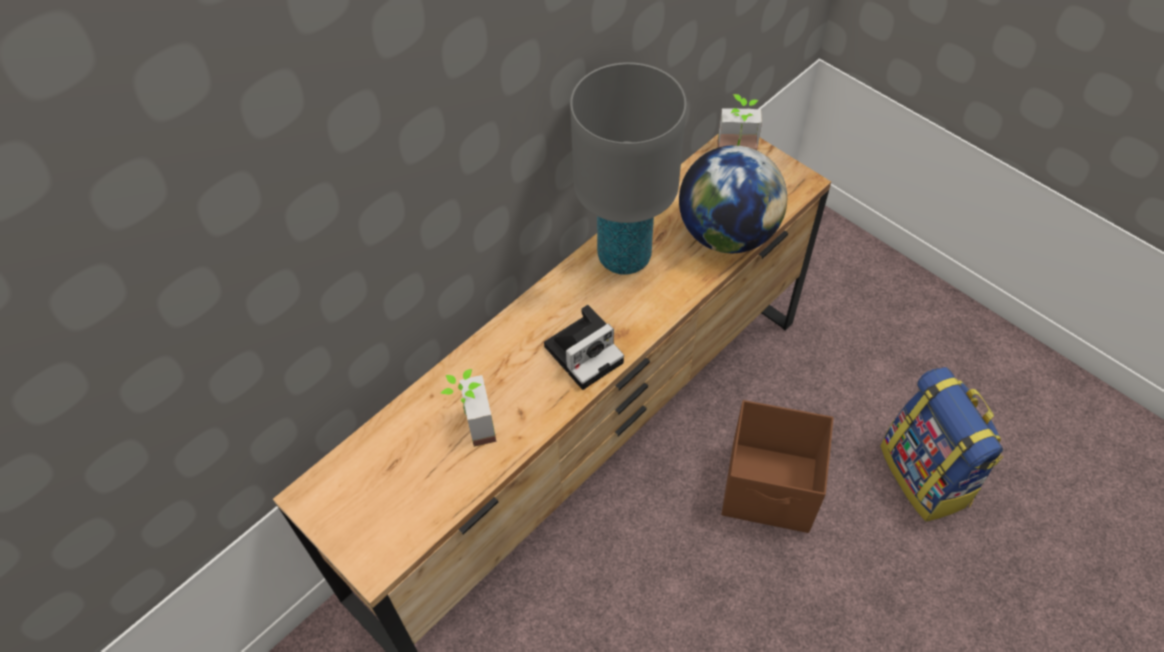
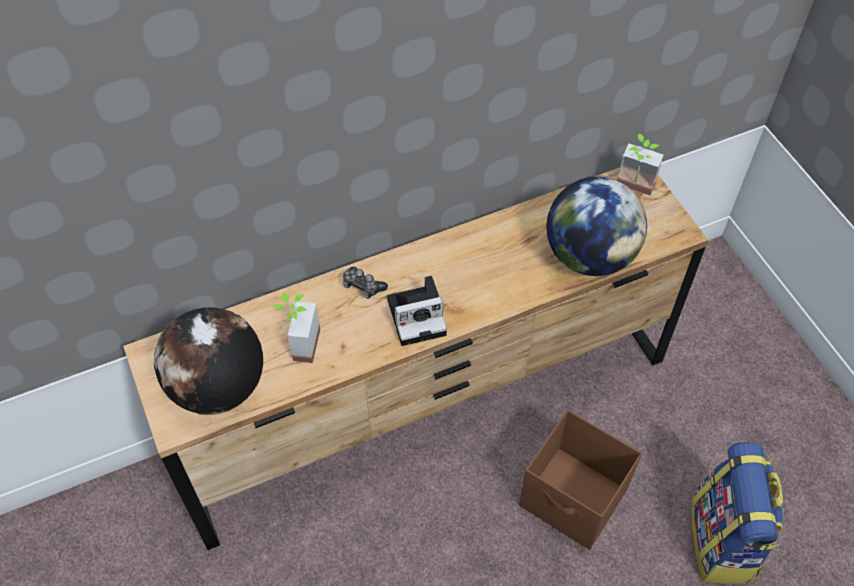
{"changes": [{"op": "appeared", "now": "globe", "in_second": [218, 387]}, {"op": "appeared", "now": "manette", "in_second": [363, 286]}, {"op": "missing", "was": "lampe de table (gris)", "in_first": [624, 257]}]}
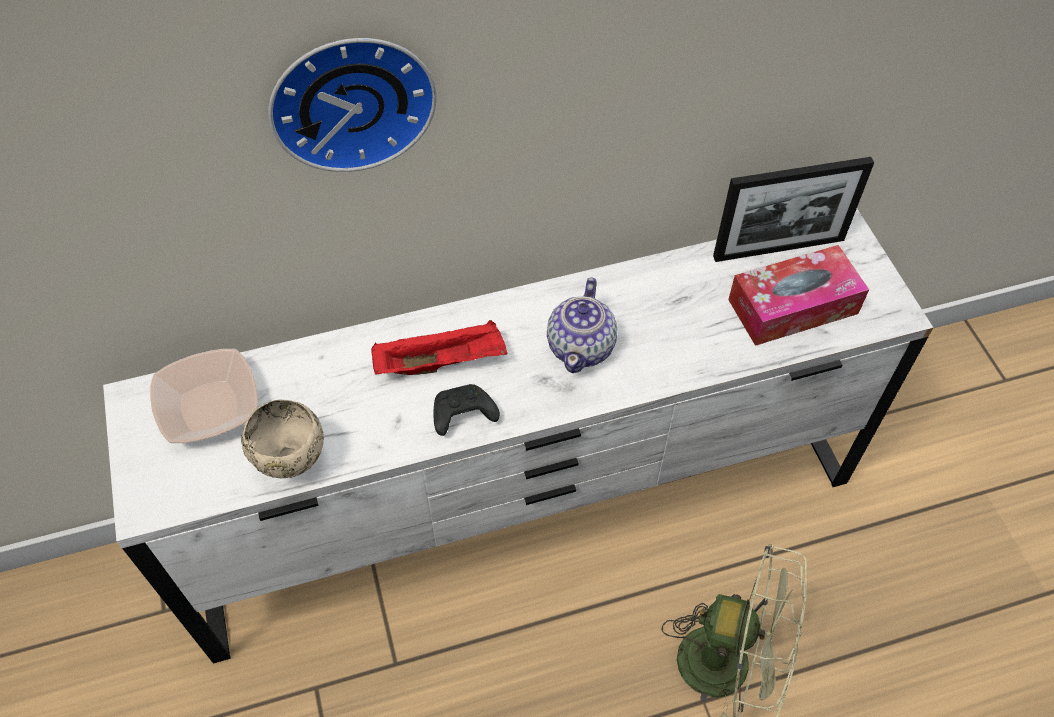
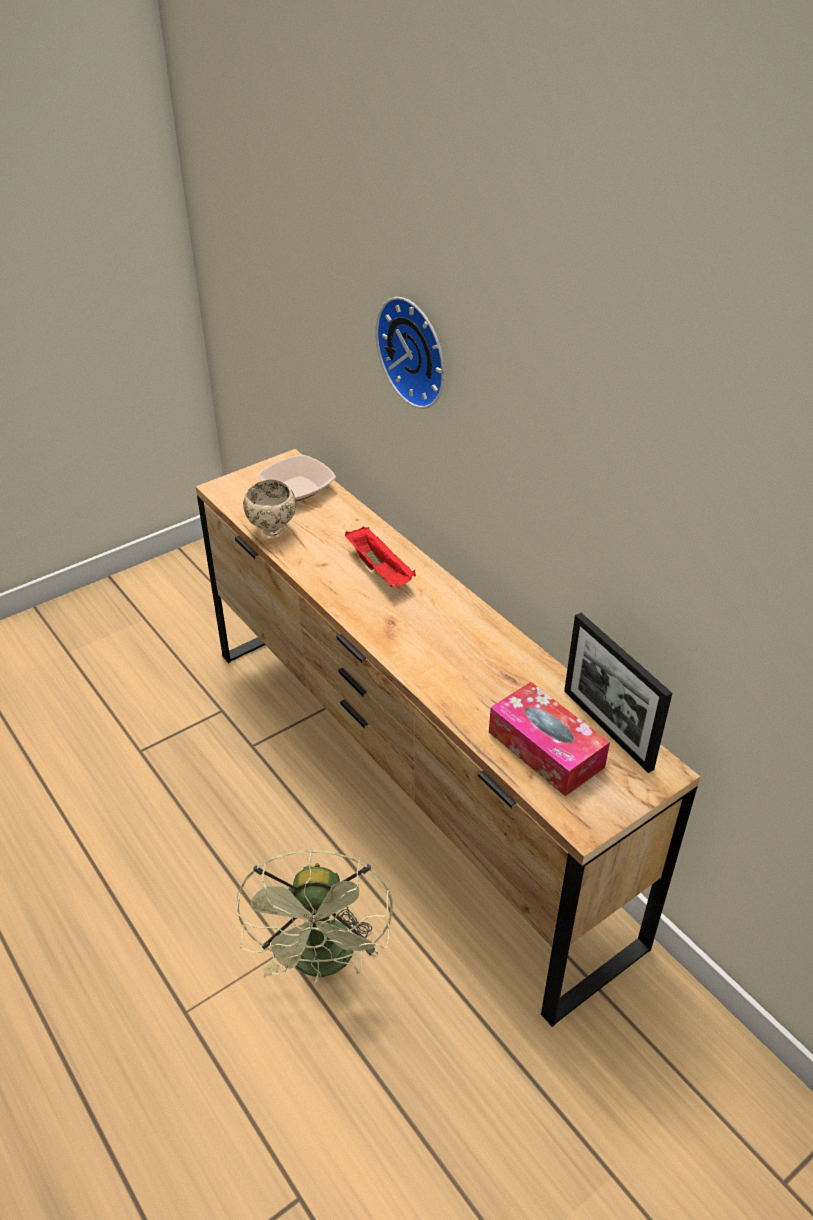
{"changes": [{"op": "colour", "was": "commode (blanc)", "now": "commode (marron)", "in_first": [526, 509], "in_second": [407, 784]}, {"op": "missing", "was": "manette (noir)", "in_first": [462, 415]}, {"op": "missing", "was": "théière", "in_first": [582, 346]}]}
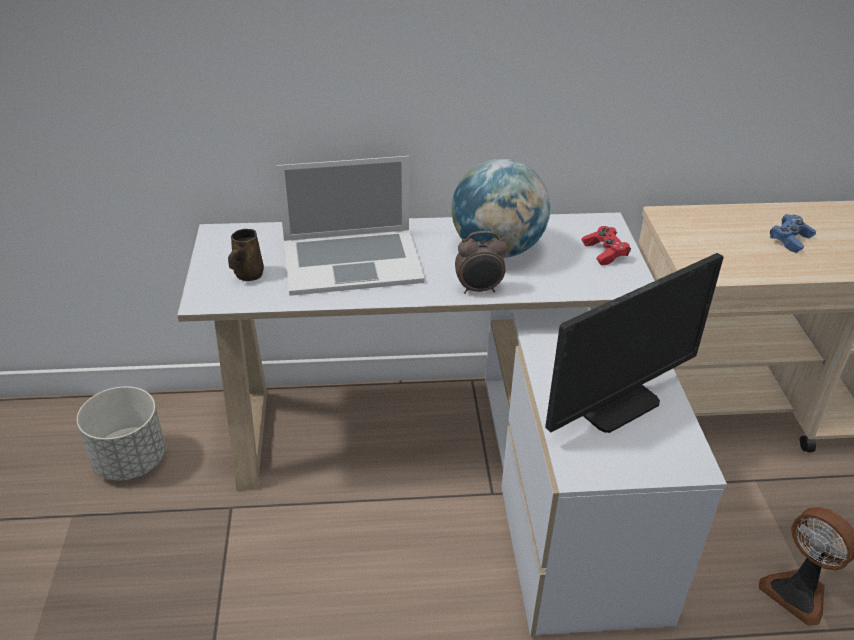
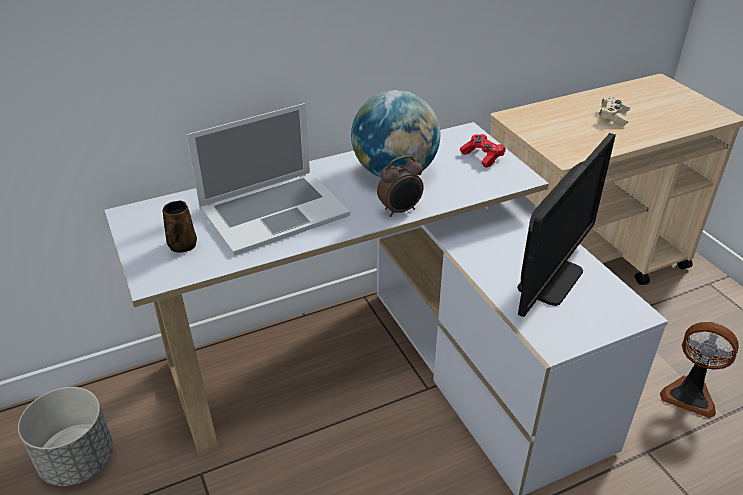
{"changes": [{"op": "colour", "was": "manette (bleu)", "now": "manette (beige)", "in_first": [790, 240], "in_second": [613, 117]}]}
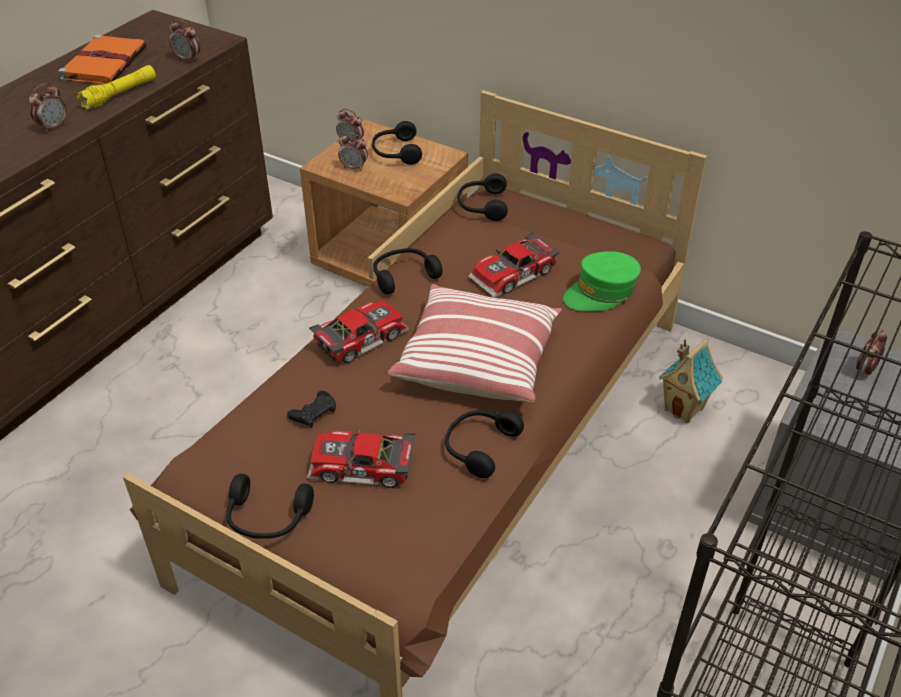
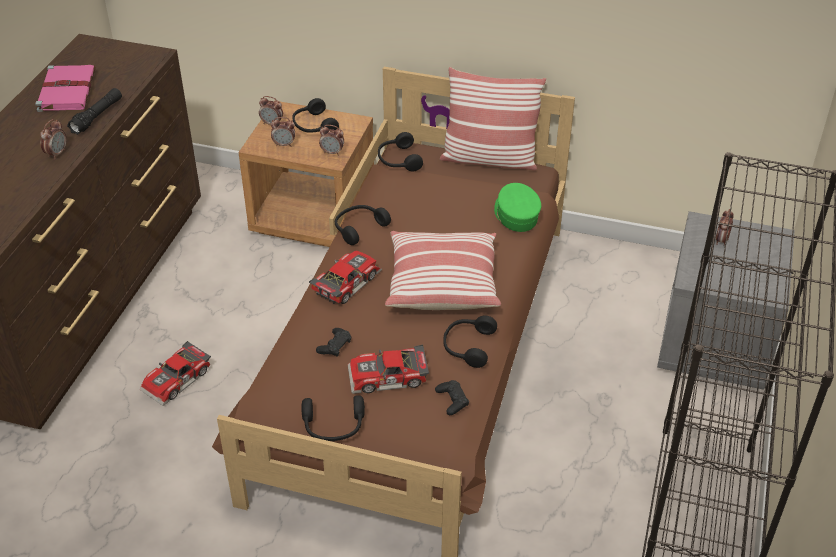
{"changes": [{"op": "colour", "was": "livre (orange)", "now": "livre (rose)", "in_first": [105, 63], "in_second": [67, 90]}, {"op": "colour", "was": "lampe de poche (jaune)", "now": "lampe de poche (noir)", "in_first": [120, 94], "in_second": [97, 117]}, {"op": "relocated", "was": "petite voiture", "in_first": [514, 275], "in_second": [178, 380]}, {"op": "relocated", "was": "réveil", "in_first": [188, 59], "in_second": [332, 152]}, {"op": "appeared", "now": "manette (noir)", "in_second": [452, 400]}, {"op": "appeared", "now": "coussin", "in_second": [489, 159]}, {"op": "spun", "was": "casquette (vert)", "in_first": [601, 292], "in_second": [515, 215], "clockwise": 120}, {"op": "missing", "was": "maison miniature", "in_first": [684, 409]}]}
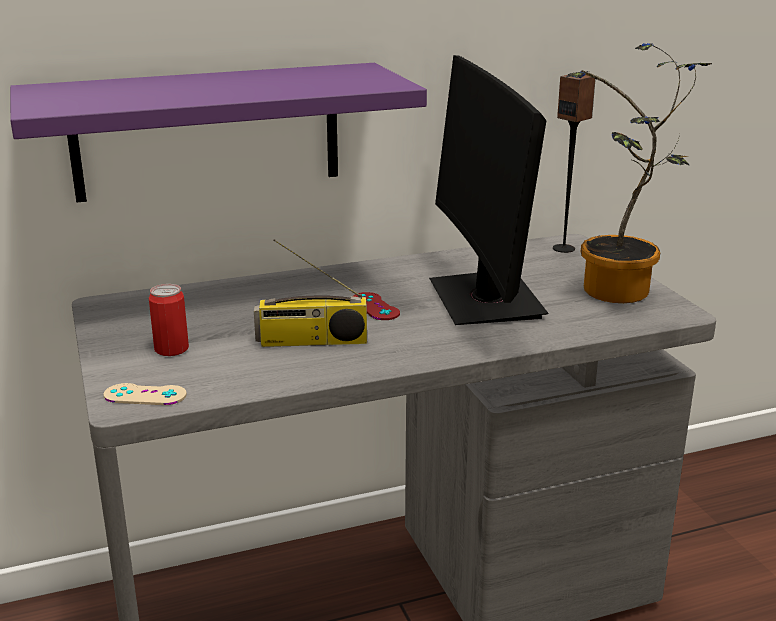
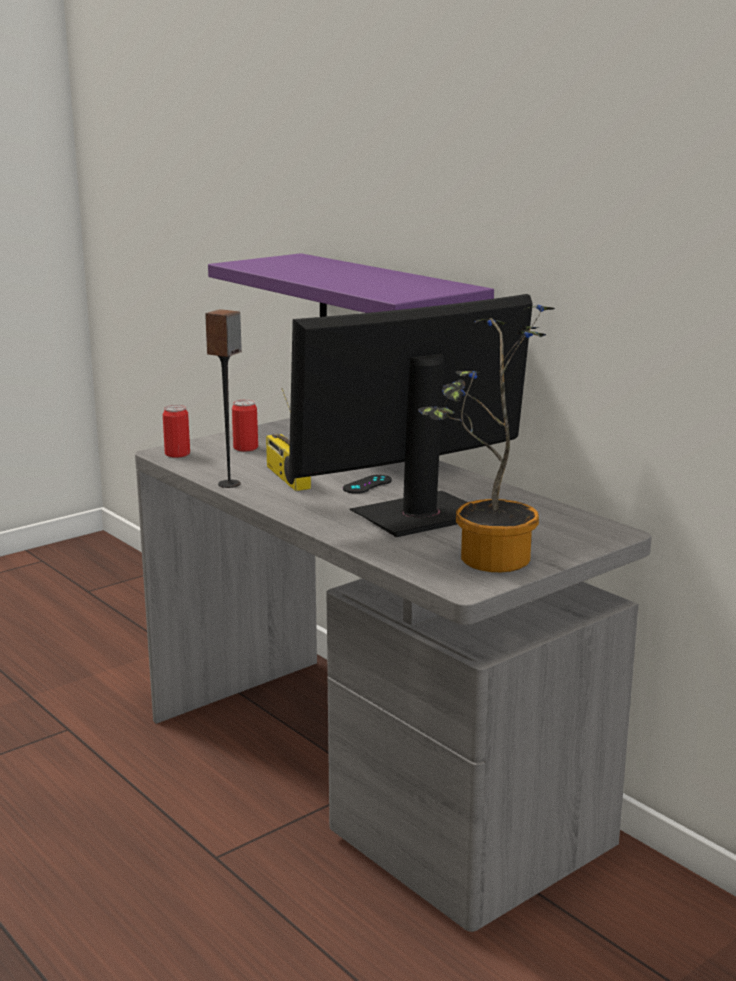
{"changes": [{"op": "exchanged", "was": "manette (beige)", "now": "boîte métallique", "in_first": [145, 395], "in_second": [177, 454]}, {"op": "relocated", "was": "enceinte", "in_first": [564, 248], "in_second": [229, 484]}, {"op": "colour", "was": "manette (rouge)", "now": "manette (noir)", "in_first": [375, 306], "in_second": [367, 485]}]}
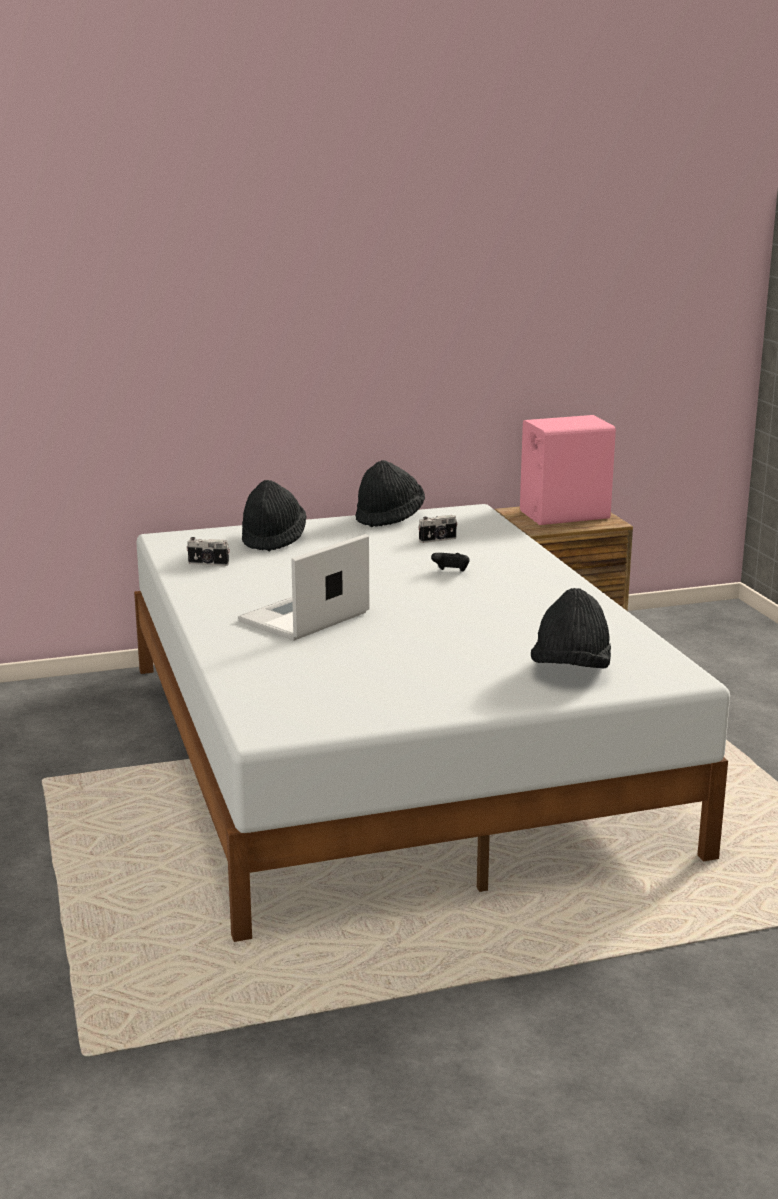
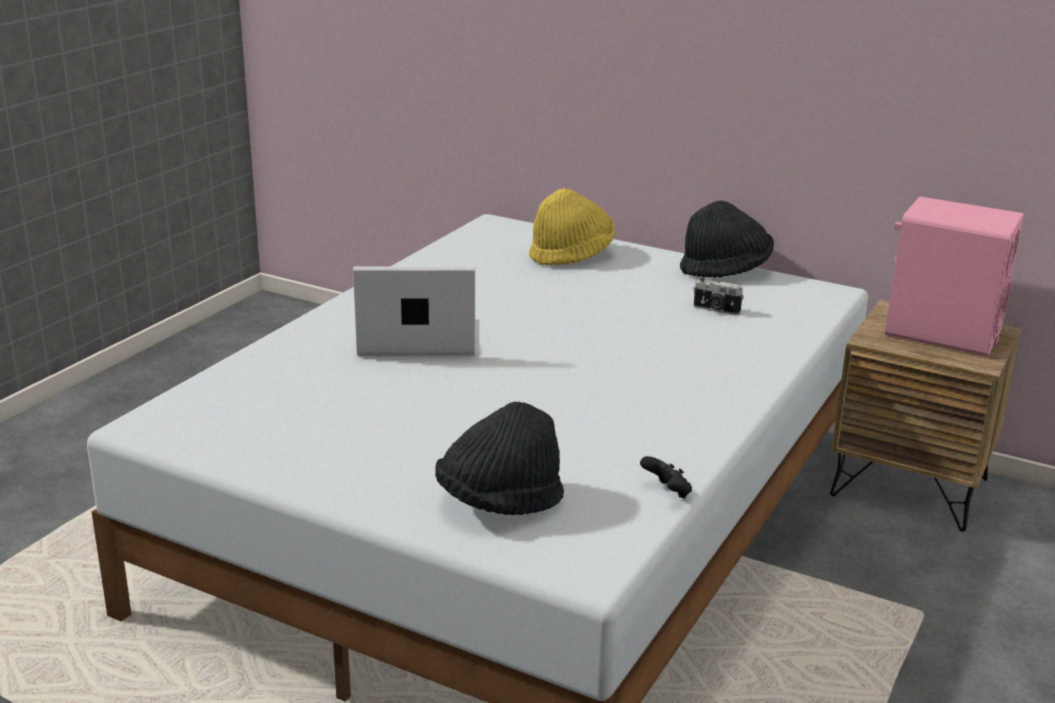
{"changes": [{"op": "colour", "was": "chapeau (noir)", "now": "chapeau (jaune)", "in_first": [273, 539], "in_second": [571, 255]}, {"op": "relocated", "was": "manette (noir)", "in_first": [451, 572], "in_second": [667, 493]}, {"op": "missing", "was": "appareil photo", "in_first": [208, 564]}]}
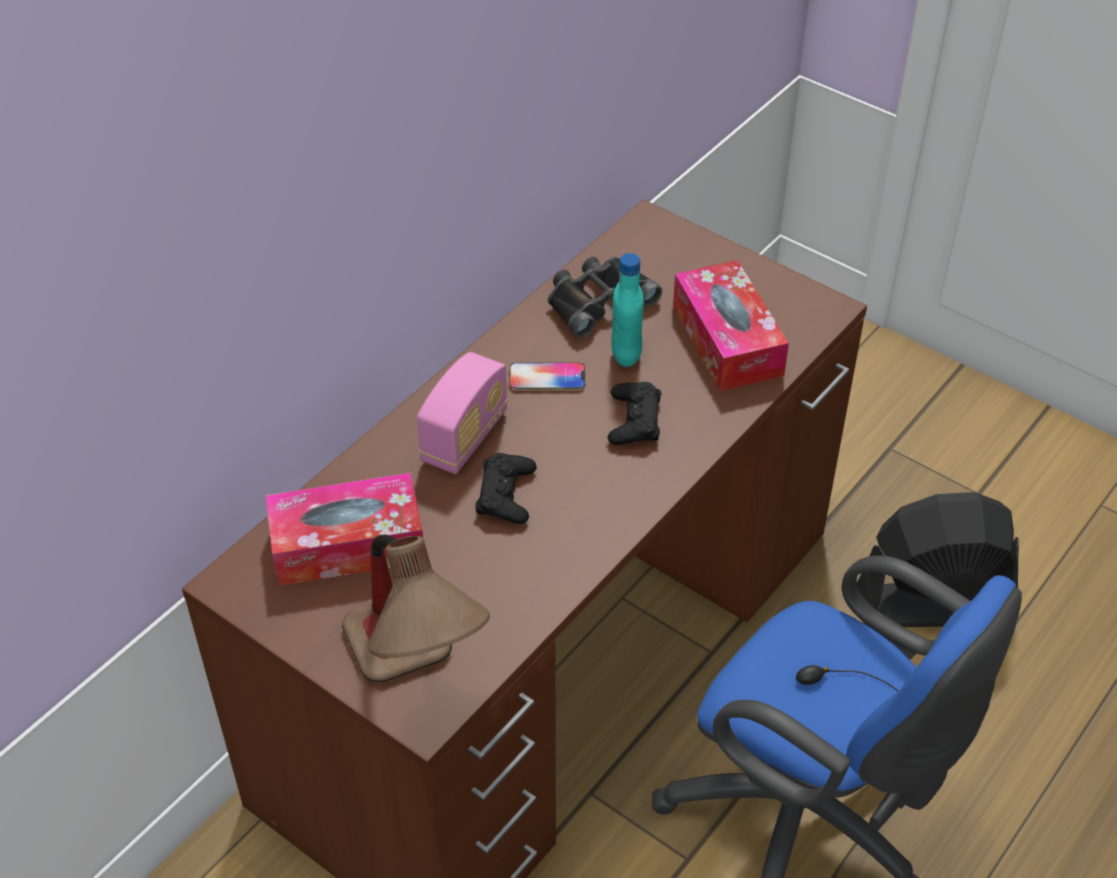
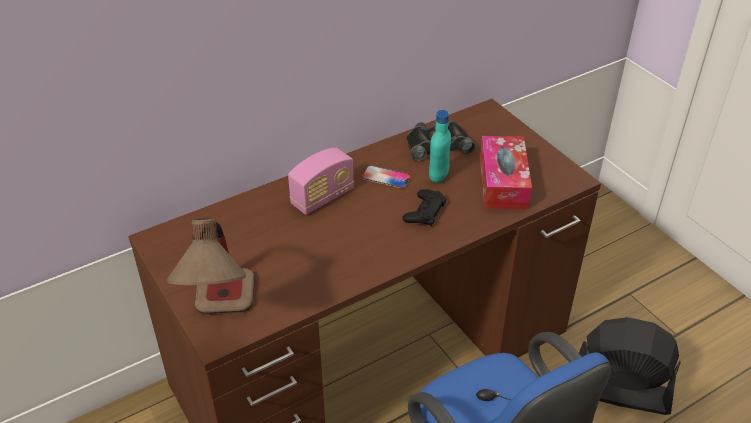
{"changes": [{"op": "missing", "was": "boîte à mouchoirs", "in_first": [347, 544]}, {"op": "missing", "was": "manette (noir)", "in_first": [506, 494]}]}
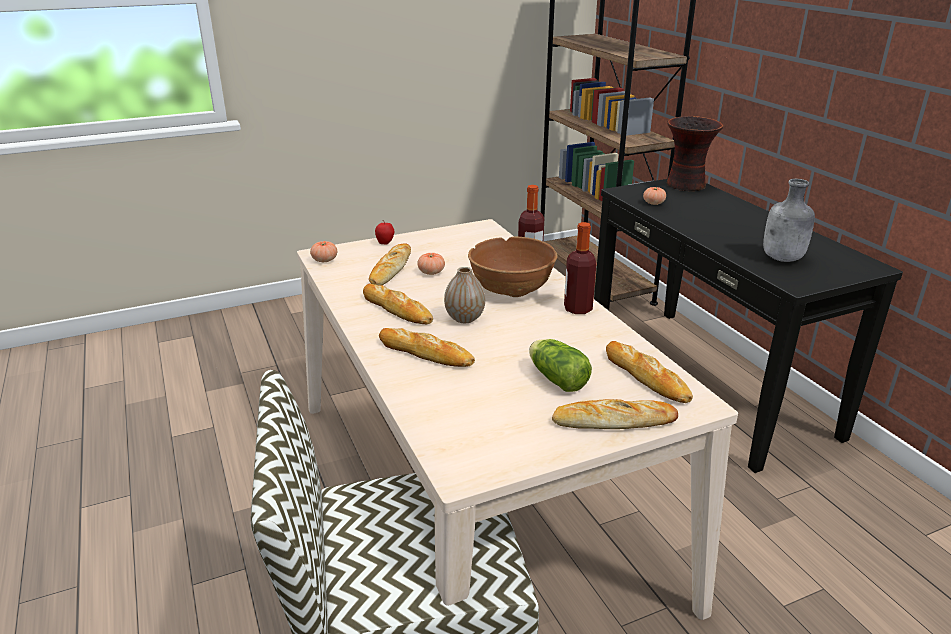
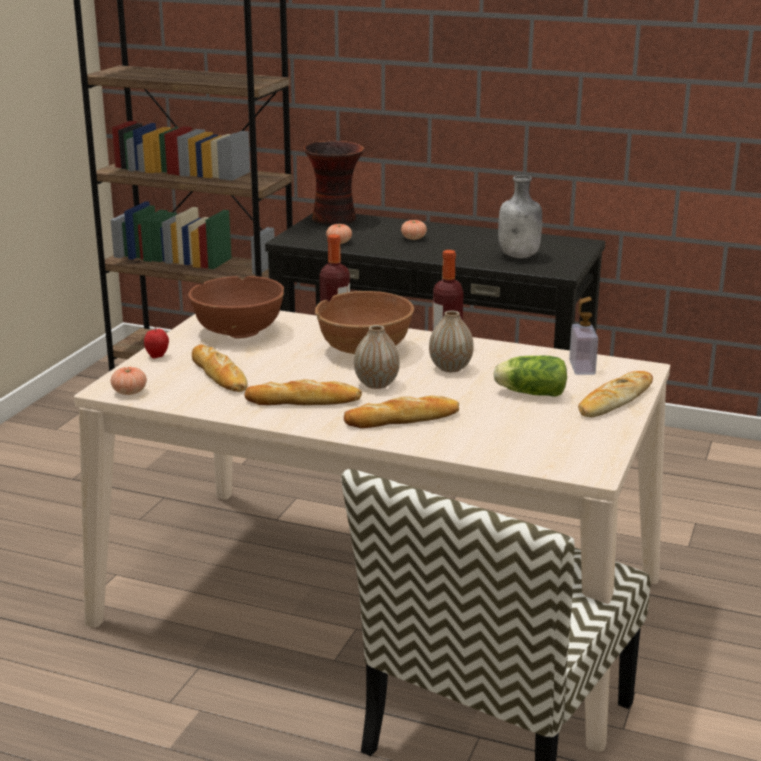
{"changes": [{"op": "appeared", "now": "bol (marron)", "in_second": [238, 331]}, {"op": "relocated", "was": "tomate", "in_first": [431, 272], "in_second": [413, 238]}, {"op": "appeared", "now": "vase", "in_second": [450, 368]}, {"op": "exchanged", "was": "pain", "now": "distributeur de savon", "in_first": [646, 377], "in_second": [582, 367]}]}
